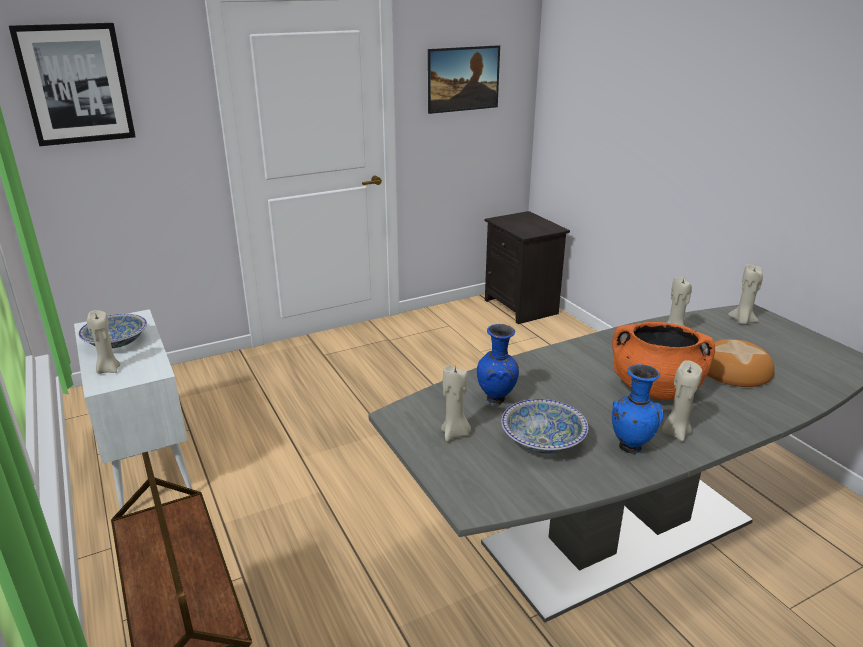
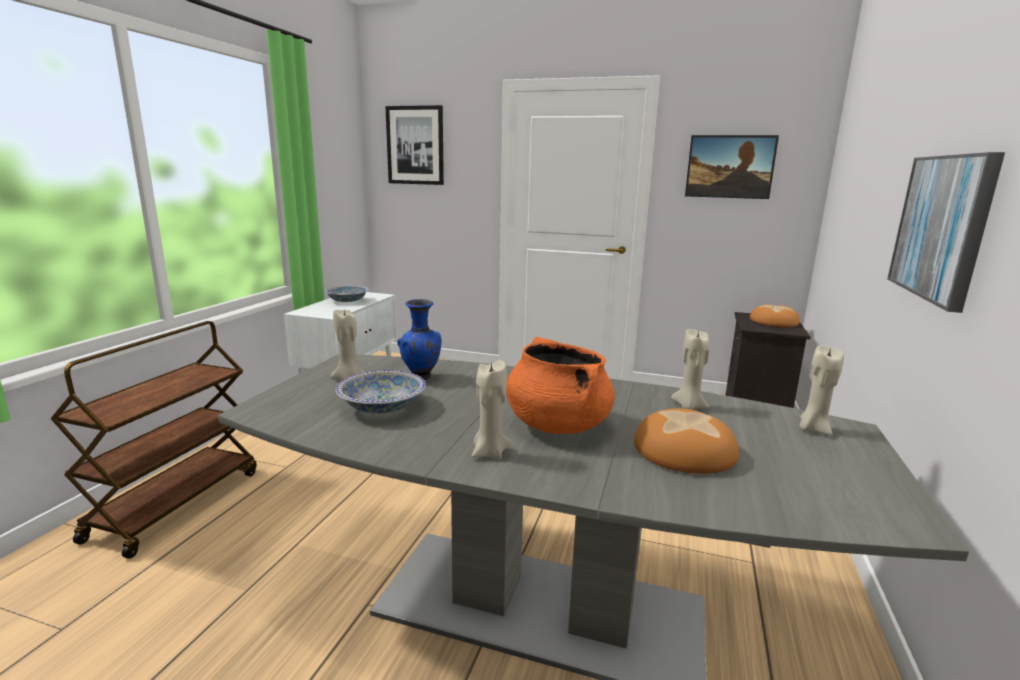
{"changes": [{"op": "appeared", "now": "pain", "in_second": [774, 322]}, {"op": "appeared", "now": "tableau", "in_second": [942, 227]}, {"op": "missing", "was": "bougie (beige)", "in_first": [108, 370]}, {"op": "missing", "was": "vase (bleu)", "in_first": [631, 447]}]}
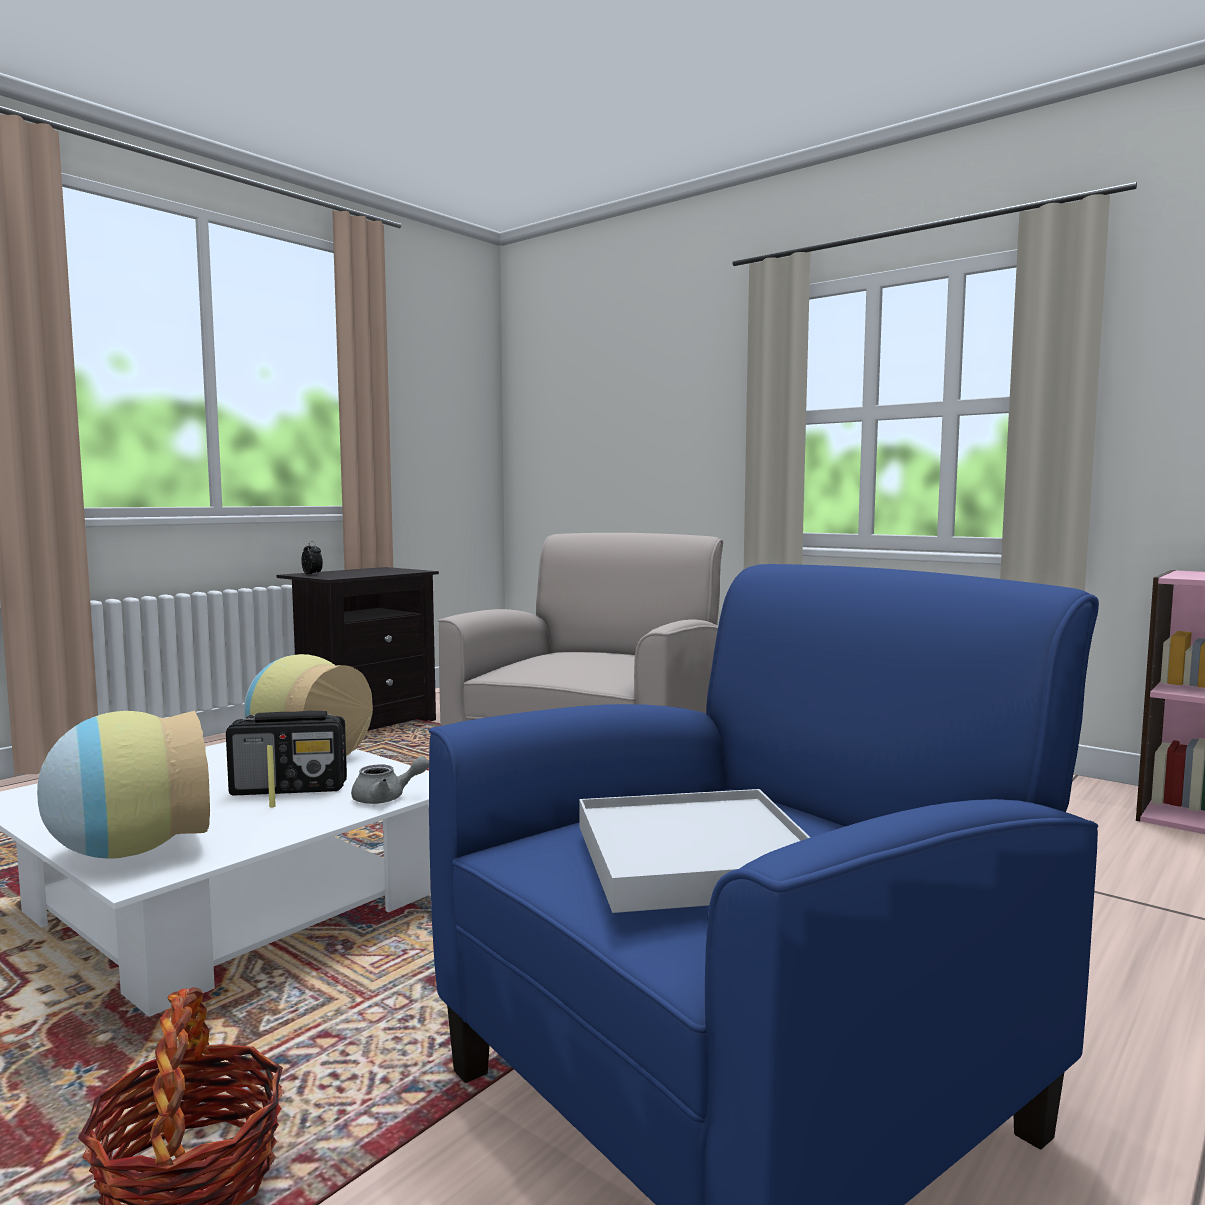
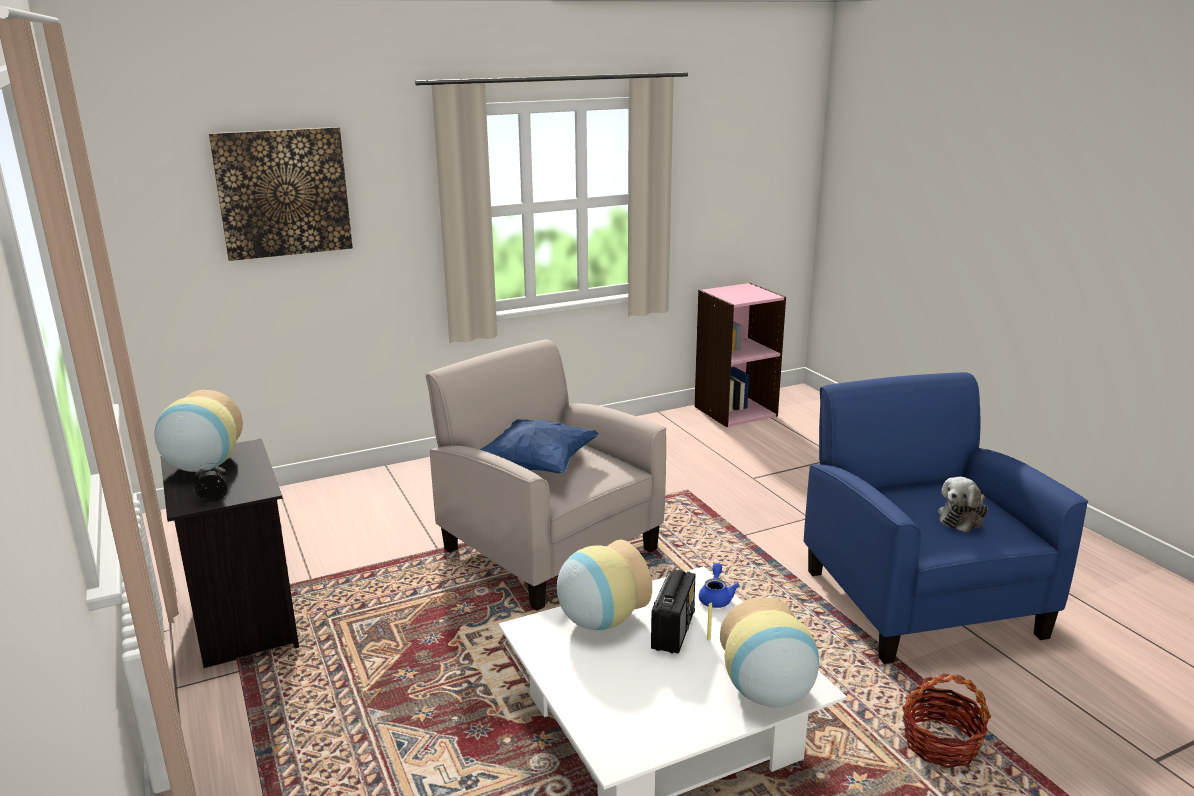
{"changes": [{"op": "appeared", "now": "vase", "in_second": [202, 467]}, {"op": "appeared", "now": "tableau", "in_second": [283, 193]}, {"op": "appeared", "now": "coussin (bleu)", "in_second": [537, 466]}, {"op": "colour", "was": "théière (gris)", "now": "théière (bleu)", "in_first": [386, 798], "in_second": [716, 597]}, {"op": "exchanged", "was": "plateau (blanc)", "now": "peluche", "in_first": [696, 858], "in_second": [962, 518]}]}
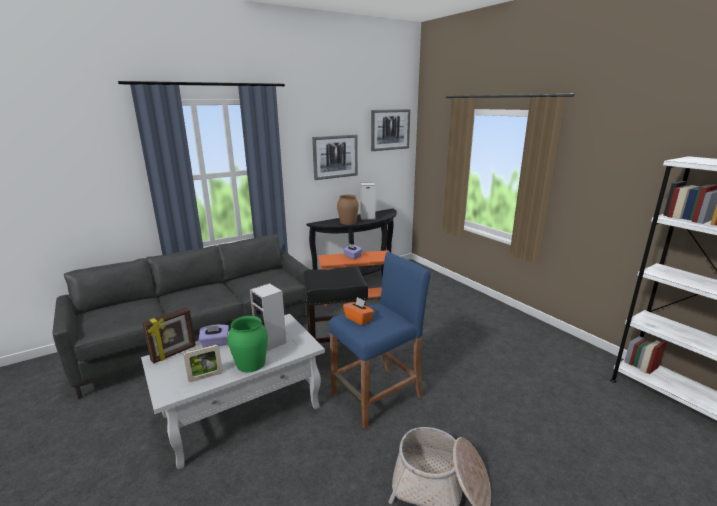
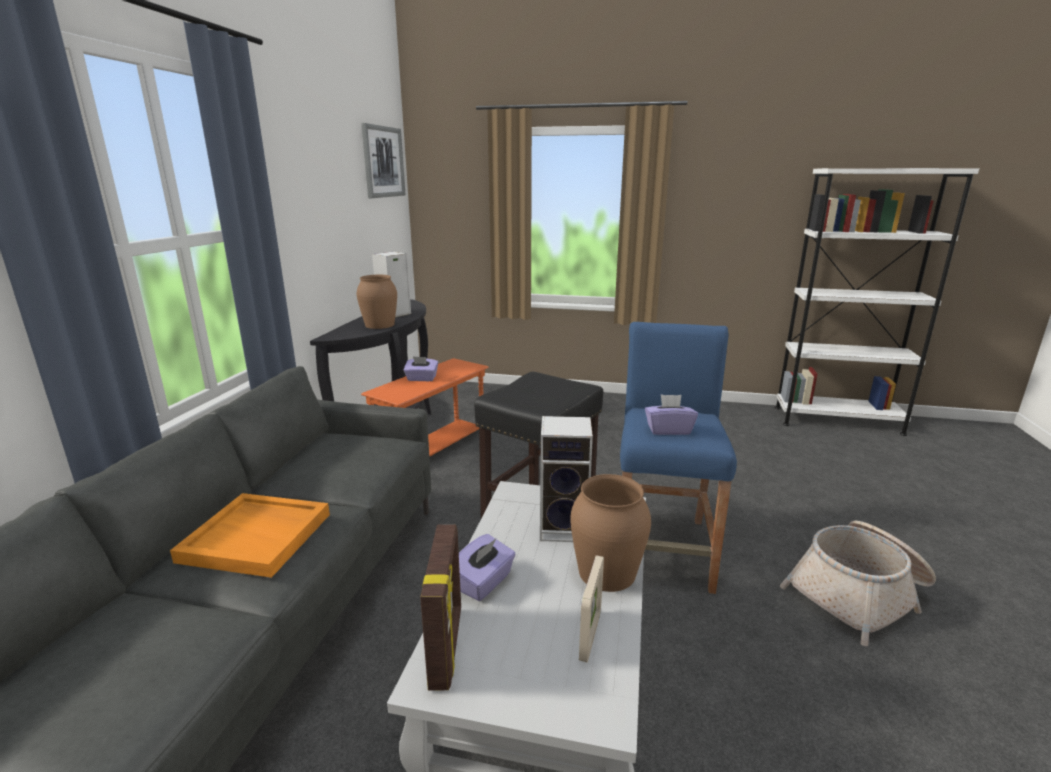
{"changes": [{"op": "appeared", "now": "plateau (orange)", "in_second": [258, 537]}, {"op": "colour", "was": "vase (vert)", "now": "vase (marron)", "in_first": [250, 363], "in_second": [606, 572]}, {"op": "colour", "was": "boîte à mouchoirs (orange)", "now": "boîte à mouchoirs (violet)", "in_first": [359, 319], "in_second": [668, 430]}, {"op": "missing", "was": "tableau", "in_first": [335, 156]}]}
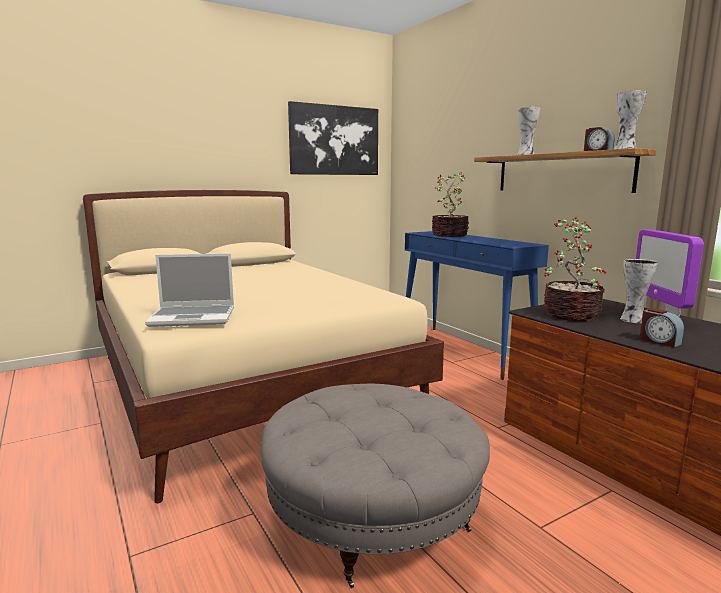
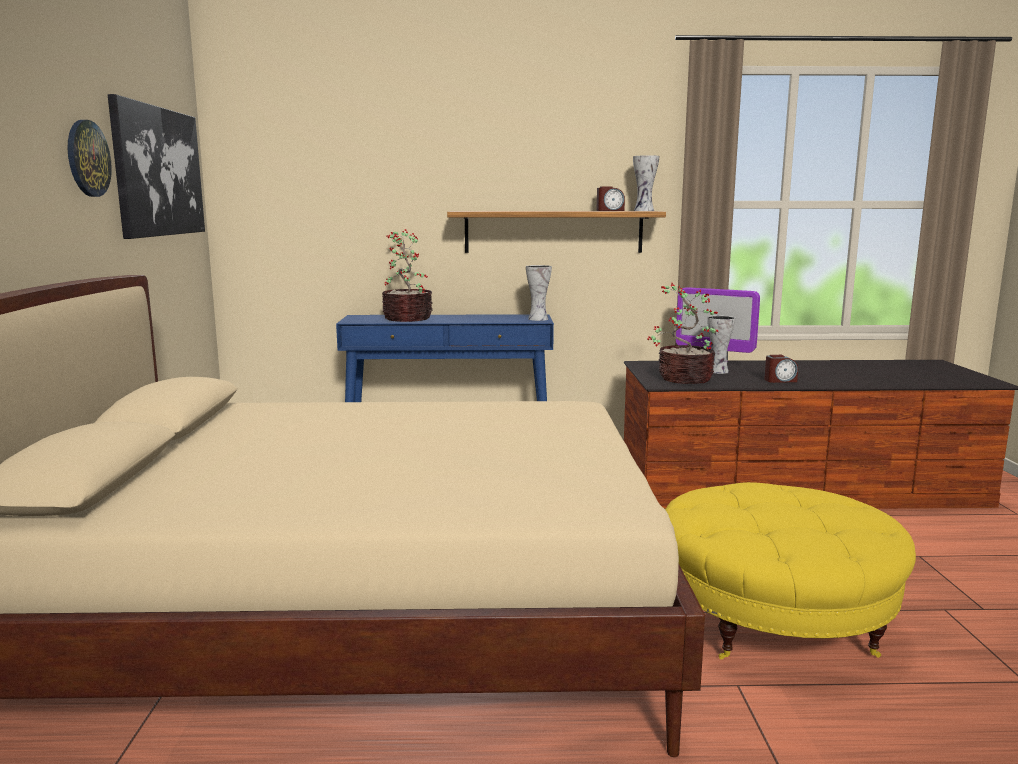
{"changes": [{"op": "appeared", "now": "horloge murale", "in_second": [87, 158]}, {"op": "relocated", "was": "vase", "in_first": [525, 155], "in_second": [537, 319]}, {"op": "colour", "was": "pouf (gris)", "now": "pouf (jaune)", "in_first": [373, 515], "in_second": [774, 618]}, {"op": "missing", "was": "ordinateur portable", "in_first": [194, 317]}]}
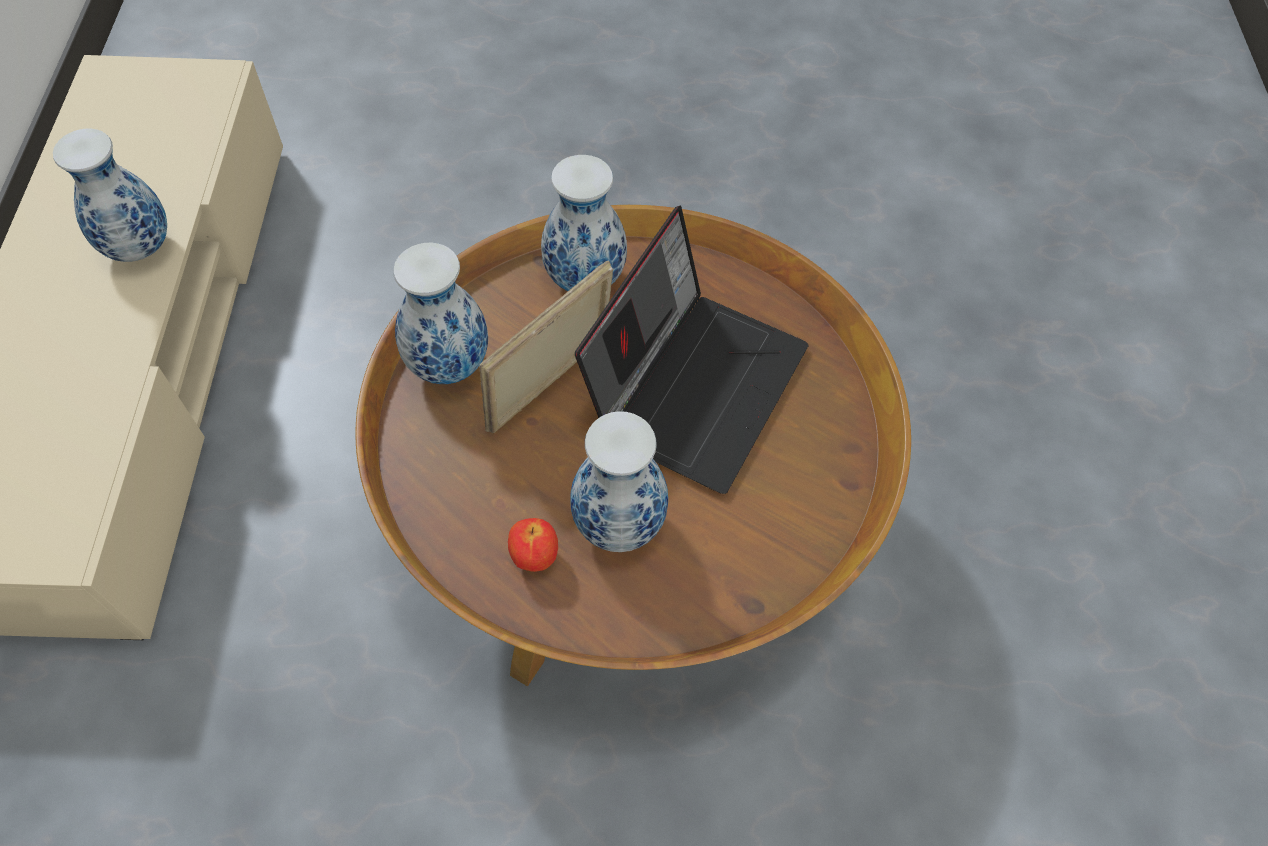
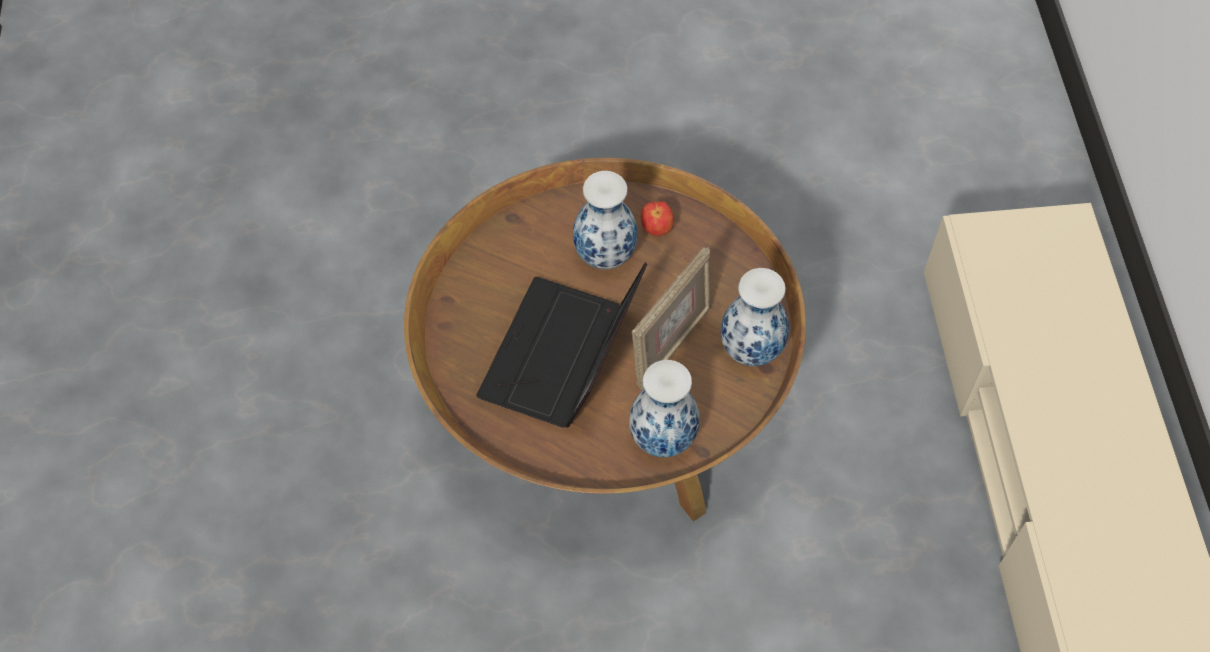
{"changes": [{"op": "missing", "was": "vase", "in_first": [138, 248]}]}
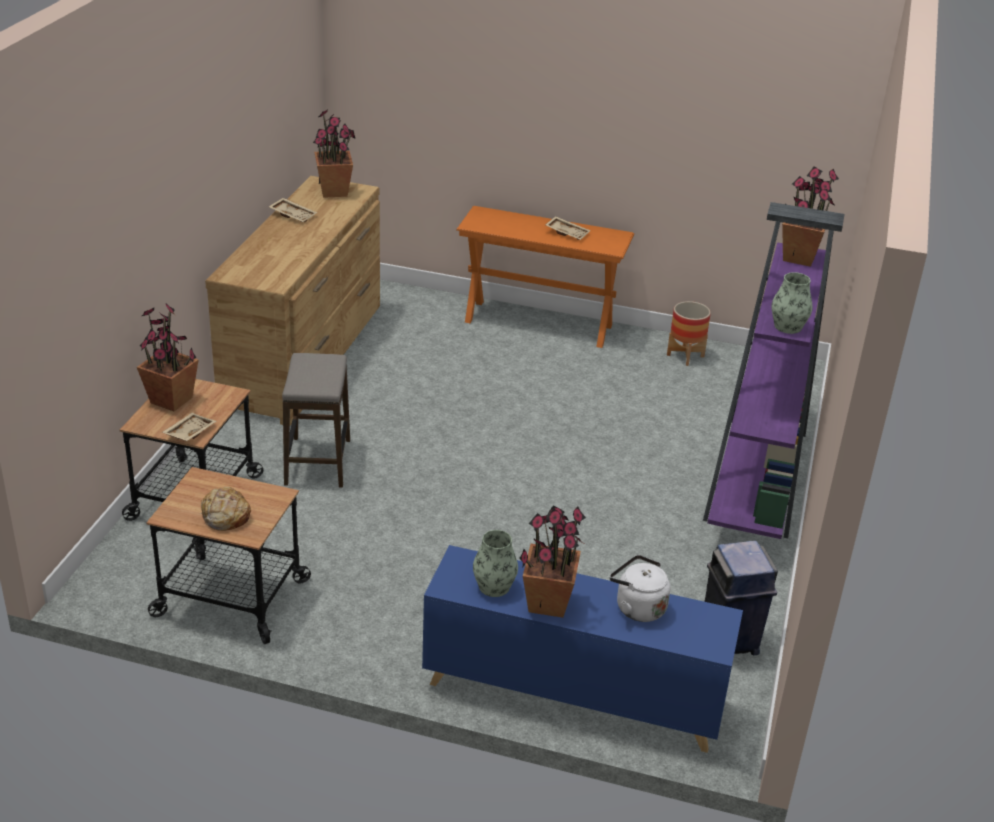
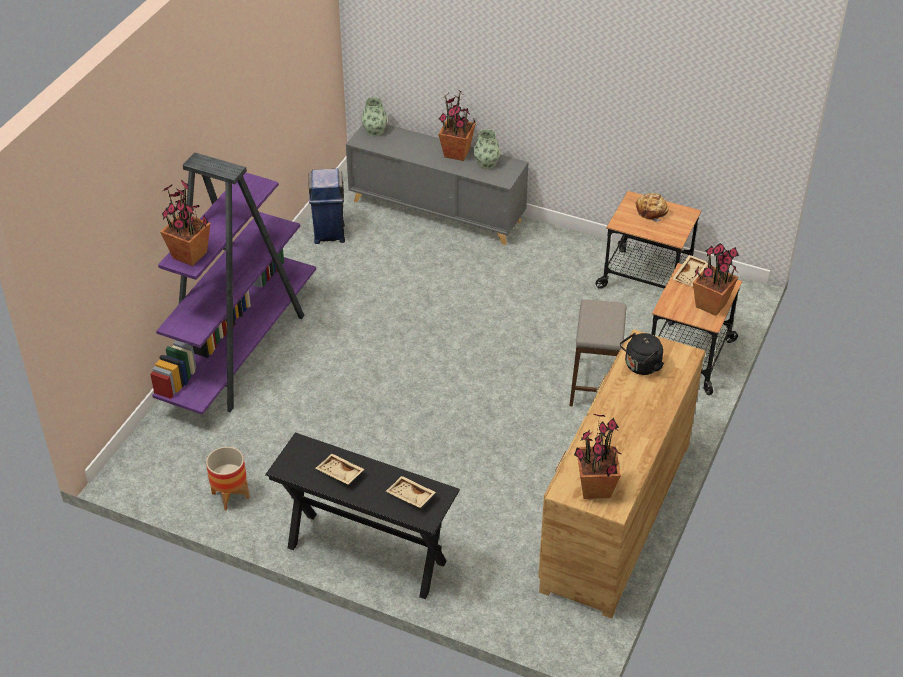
{"changes": [{"op": "colour", "was": "table console (orange)", "now": "table console (noir)", "in_first": [538, 323], "in_second": [366, 554]}, {"op": "colour", "was": "meuble de rangement (bleu)", "now": "meuble de rangement (gris)", "in_first": [572, 693], "in_second": [437, 211]}, {"op": "relocated", "was": "vase", "in_first": [788, 326], "in_second": [374, 131]}, {"op": "relocated", "was": "plateau (beige)", "in_first": [293, 215], "in_second": [410, 496]}, {"op": "appeared", "now": "bouilloire (noir)", "in_second": [641, 367]}, {"op": "missing", "was": "bouilloire (blanc)", "in_first": [637, 607]}]}
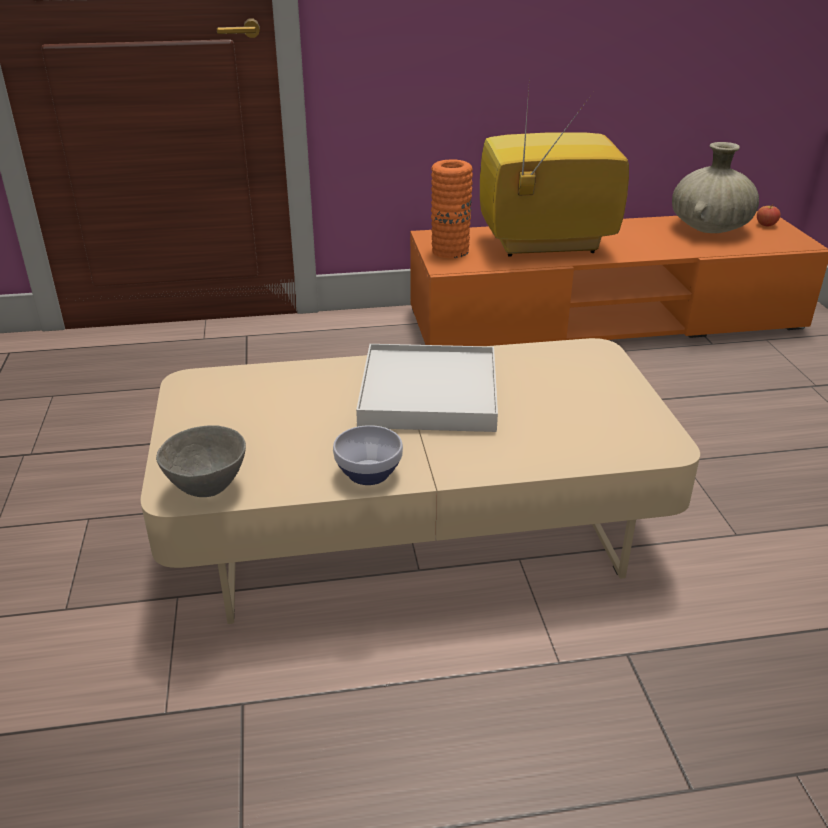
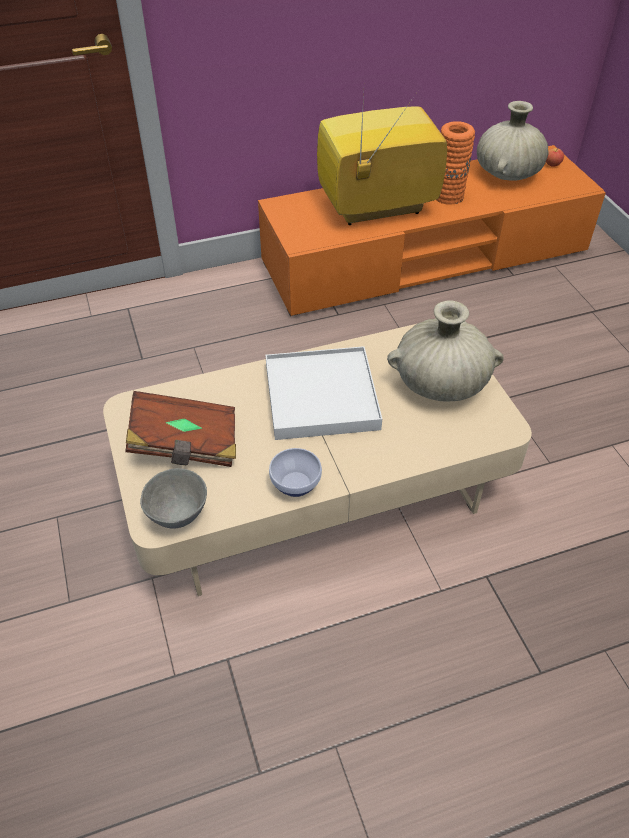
{"changes": [{"op": "appeared", "now": "livre (marron)", "in_second": [185, 445]}, {"op": "appeared", "now": "vase (beige)", "in_second": [441, 384]}, {"op": "relocated", "was": "vase (orange)", "in_first": [450, 251], "in_second": [448, 196]}]}
